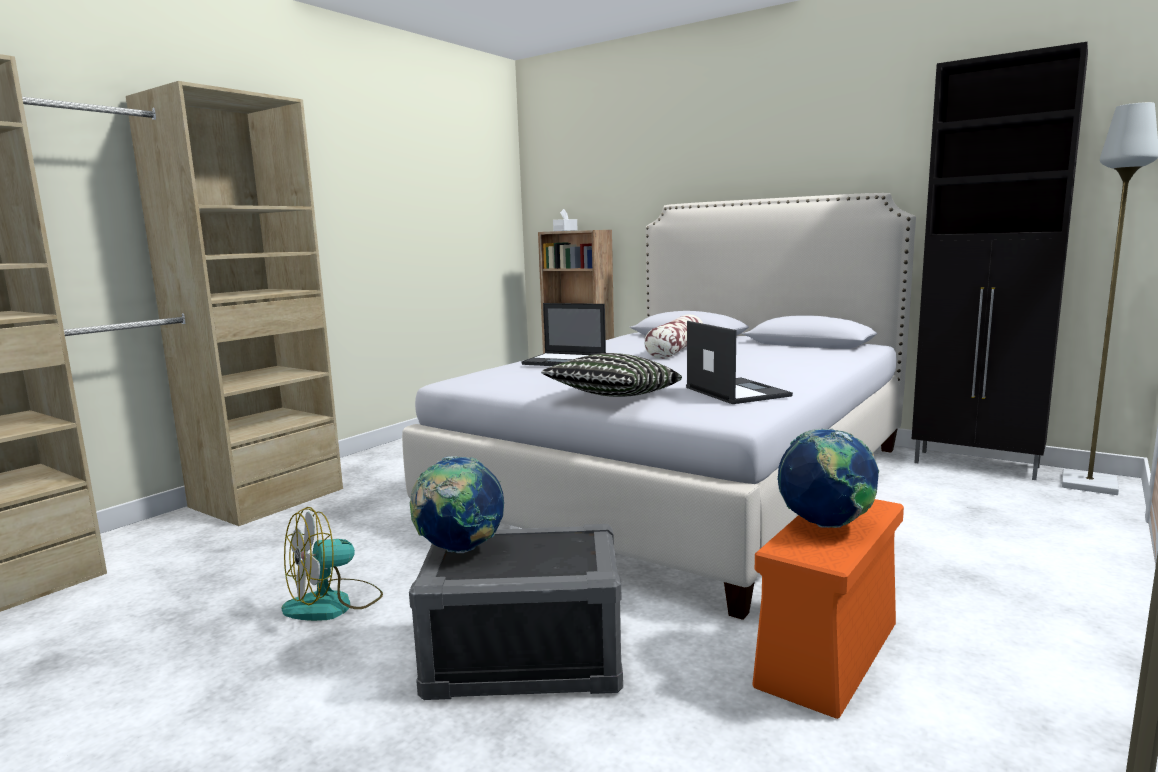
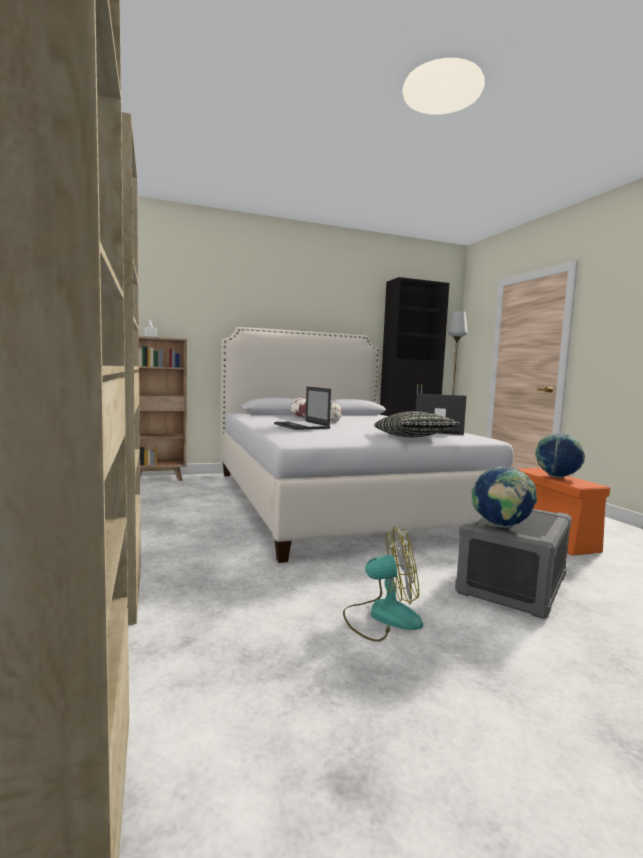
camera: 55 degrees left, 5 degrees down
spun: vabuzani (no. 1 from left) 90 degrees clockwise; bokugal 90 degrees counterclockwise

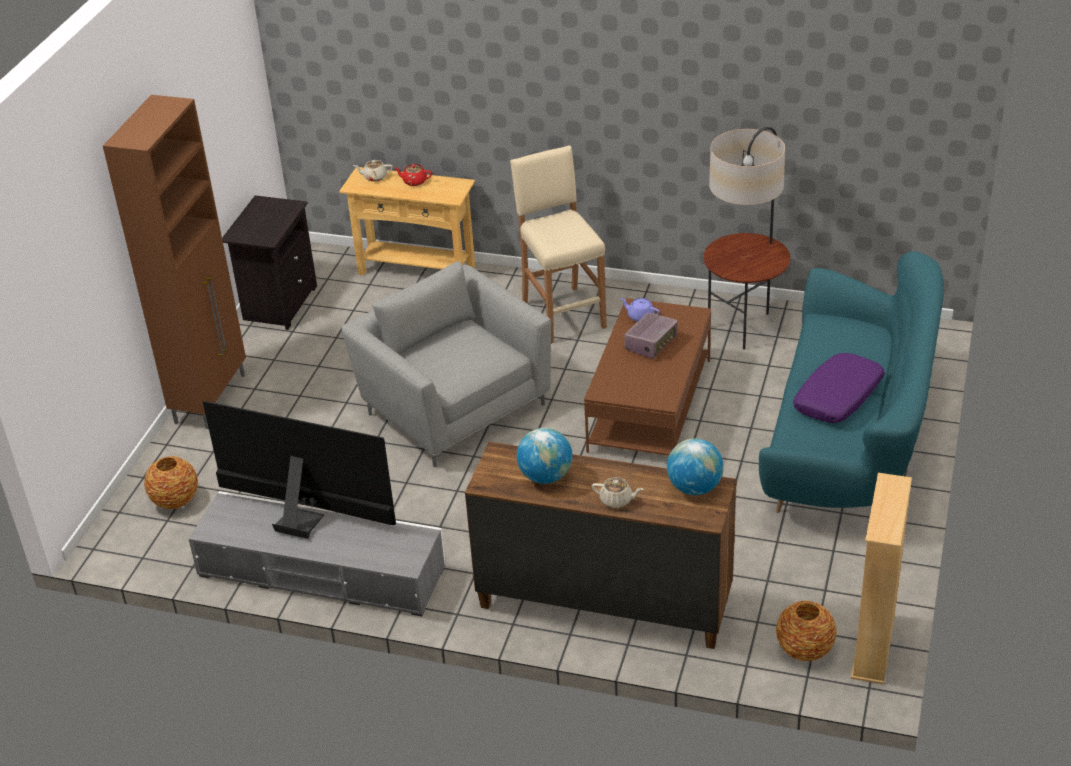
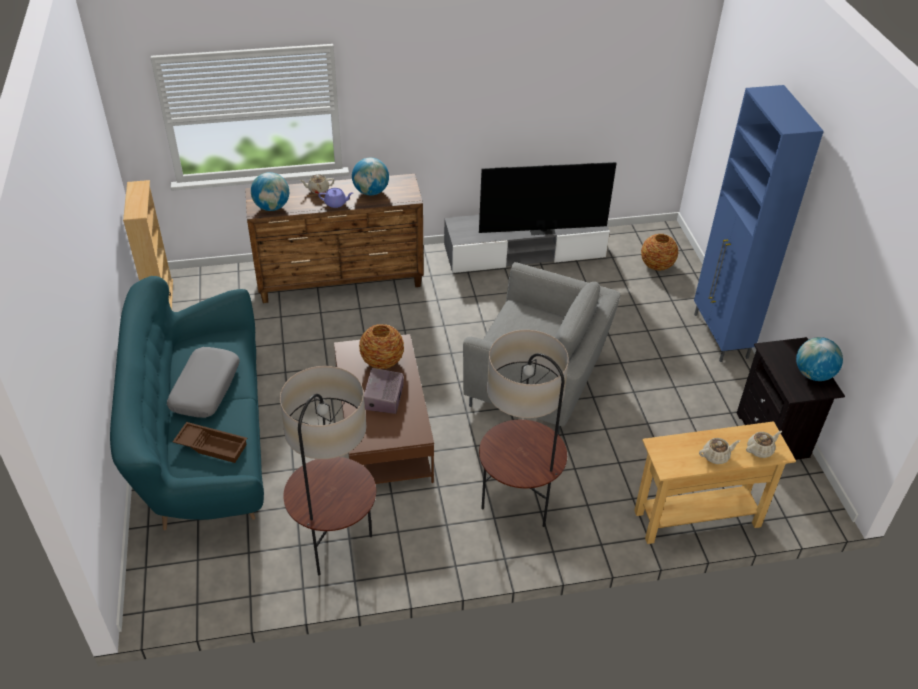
camera: 150 degrees right, 5 degrees up
appeared: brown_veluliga; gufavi (no. 3 from left)
relocated: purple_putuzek; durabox (no. 2 from left in the first image) to durabox (no. 1 from left)
exchanged: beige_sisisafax to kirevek (no. 2 from left)
colour: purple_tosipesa to grey_tosipesa; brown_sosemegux to blue_sosemegux; red_putuzek to beige_putuzek (no. 2 from left)

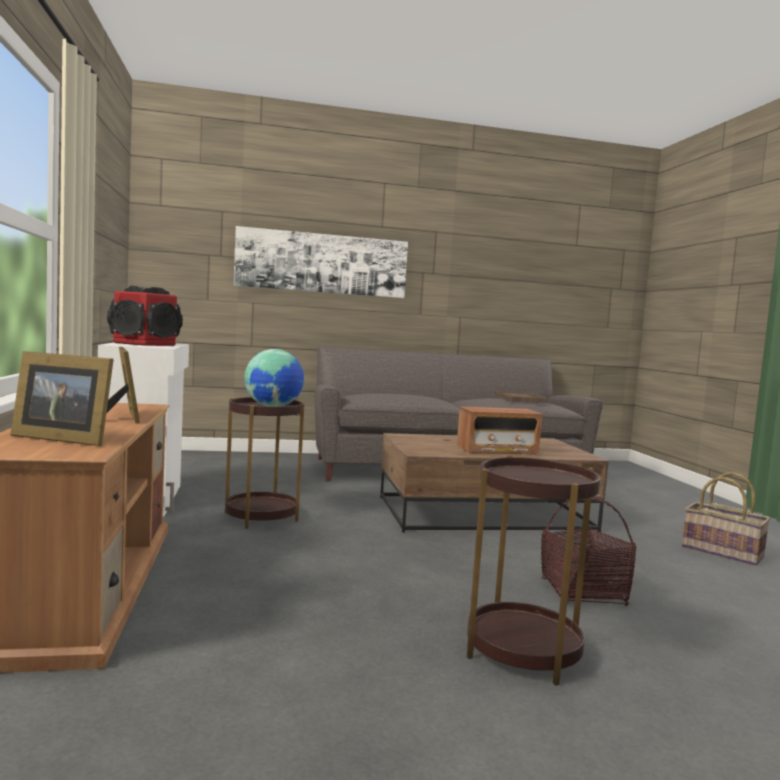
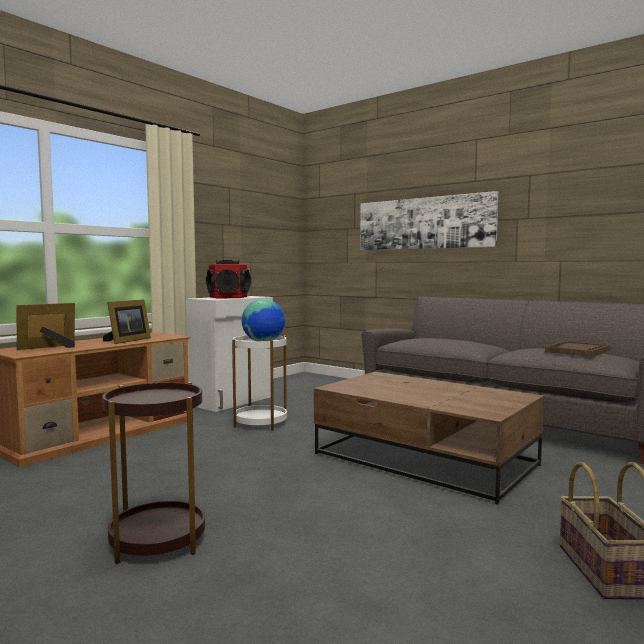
camera: 50 degrees right, 0 degrees up
missing: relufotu; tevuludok (no. 1 from left)
colour: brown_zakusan (no. 1 from left) to white_zakusan
spun: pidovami (no. 1 from left) 75 degrees clockwise

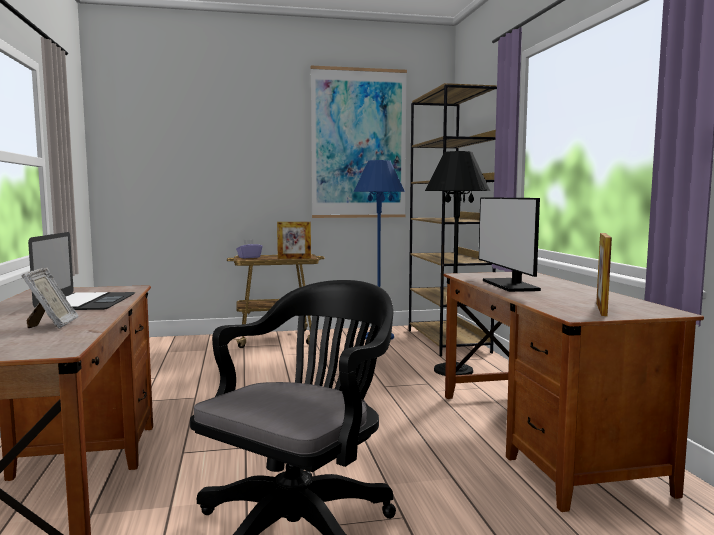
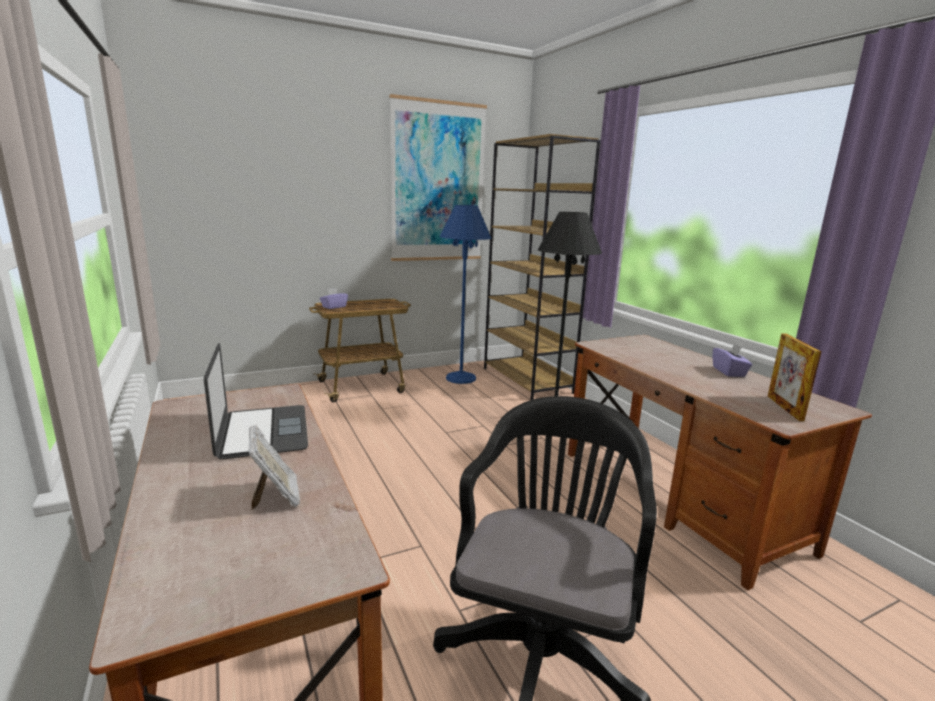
camera: 15 degrees left, 10 degrees up
missing: pidovami (no. 2 from left); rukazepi
appeared: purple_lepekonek (no. 2 from left)

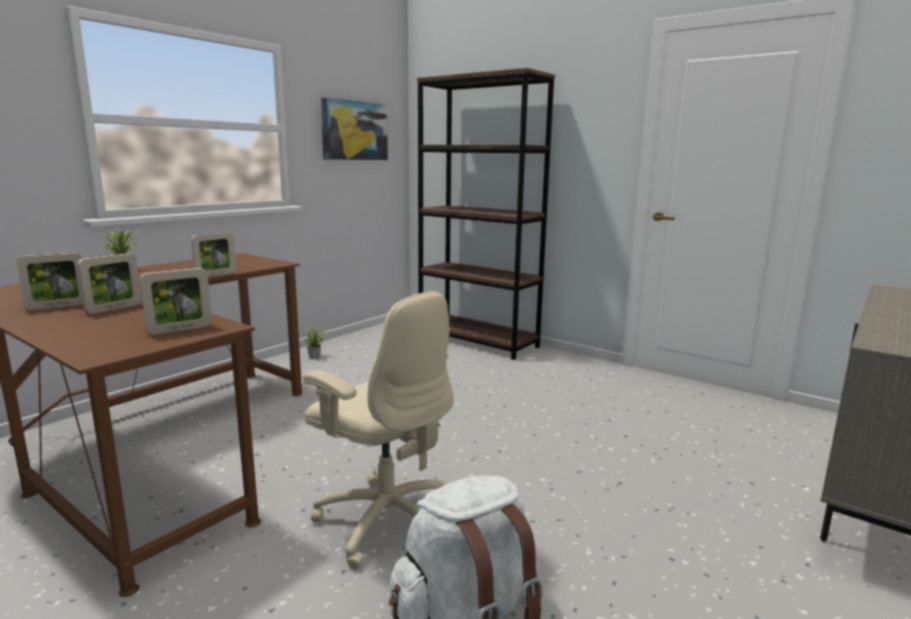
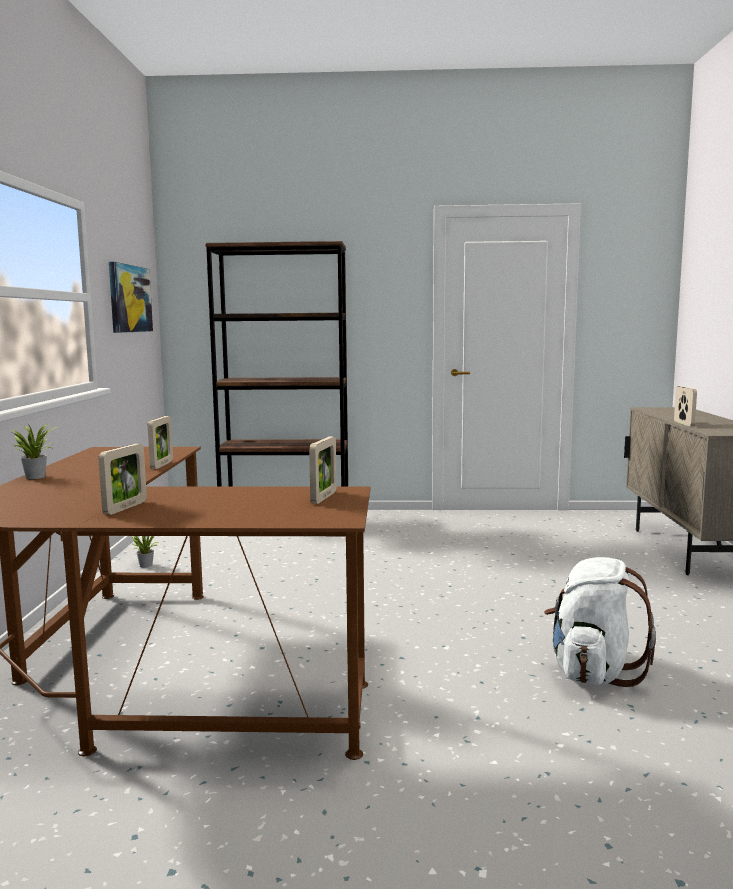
camera: 35 degrees left, 5 degrees down
missing: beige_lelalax
relocated: pidovami (no. 2 from left in the first image) to pidovami (no. 4 from left)

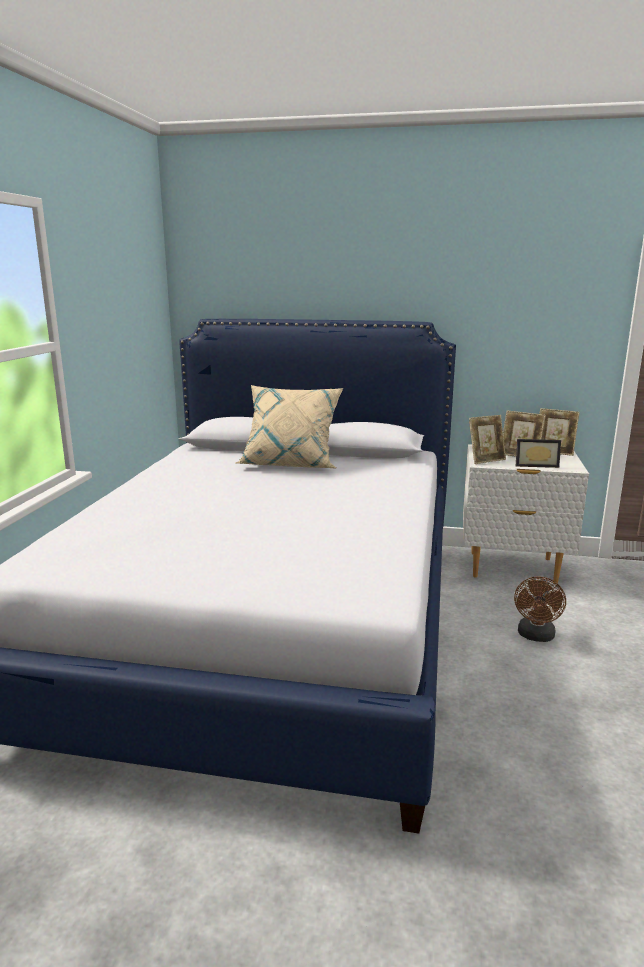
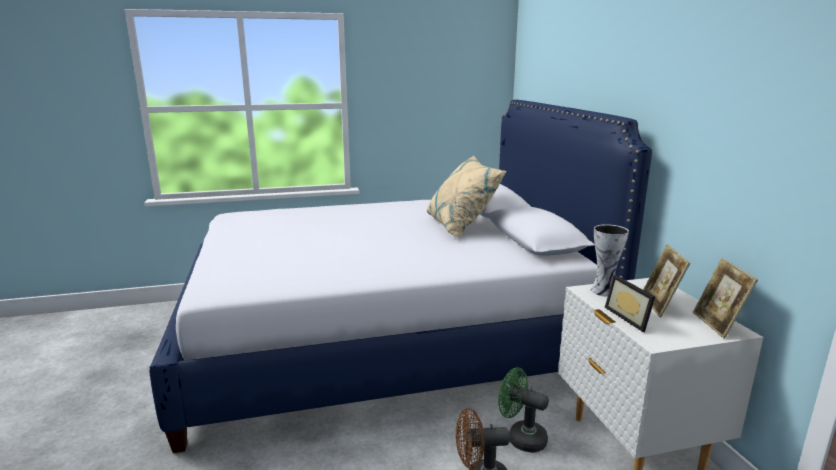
camera: 65 degrees right, 0 degrees up
appeared: green_bokugal
exchanged: pidovami (no. 1 from left) to durabox

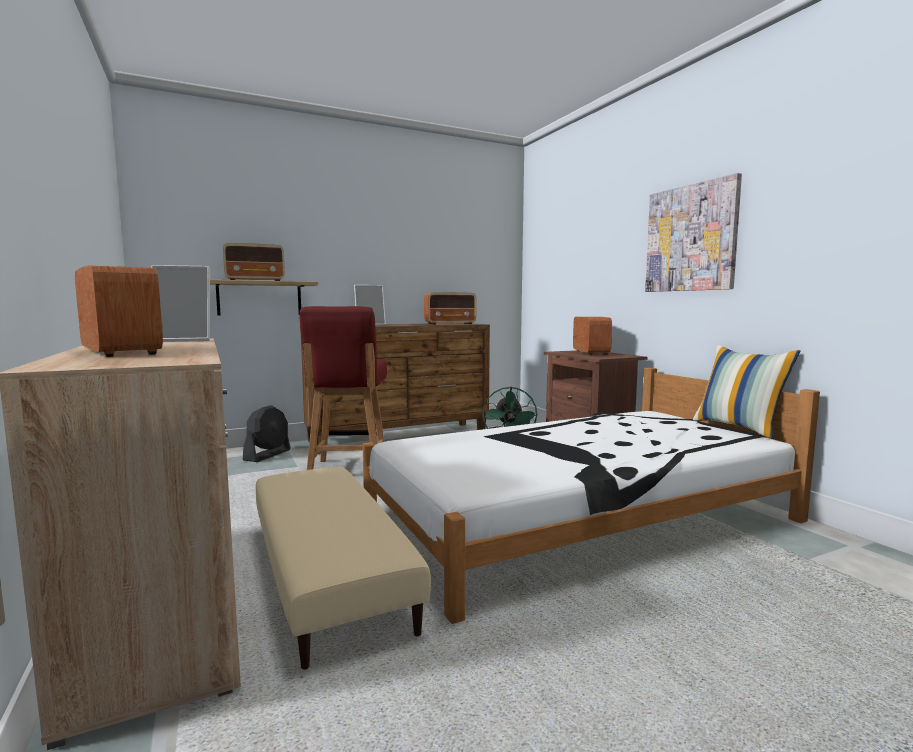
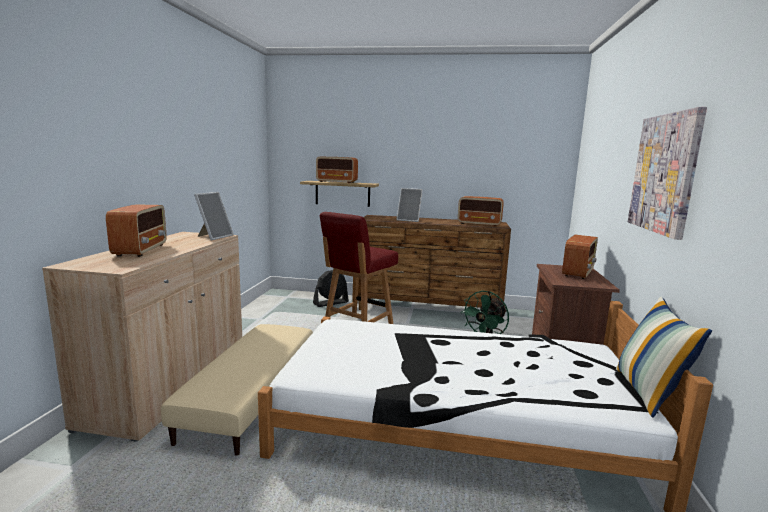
camera: 35 degrees right, 5 degrees up
spun: pidovami (no. 1 from left) 90 degrees counterclockwise

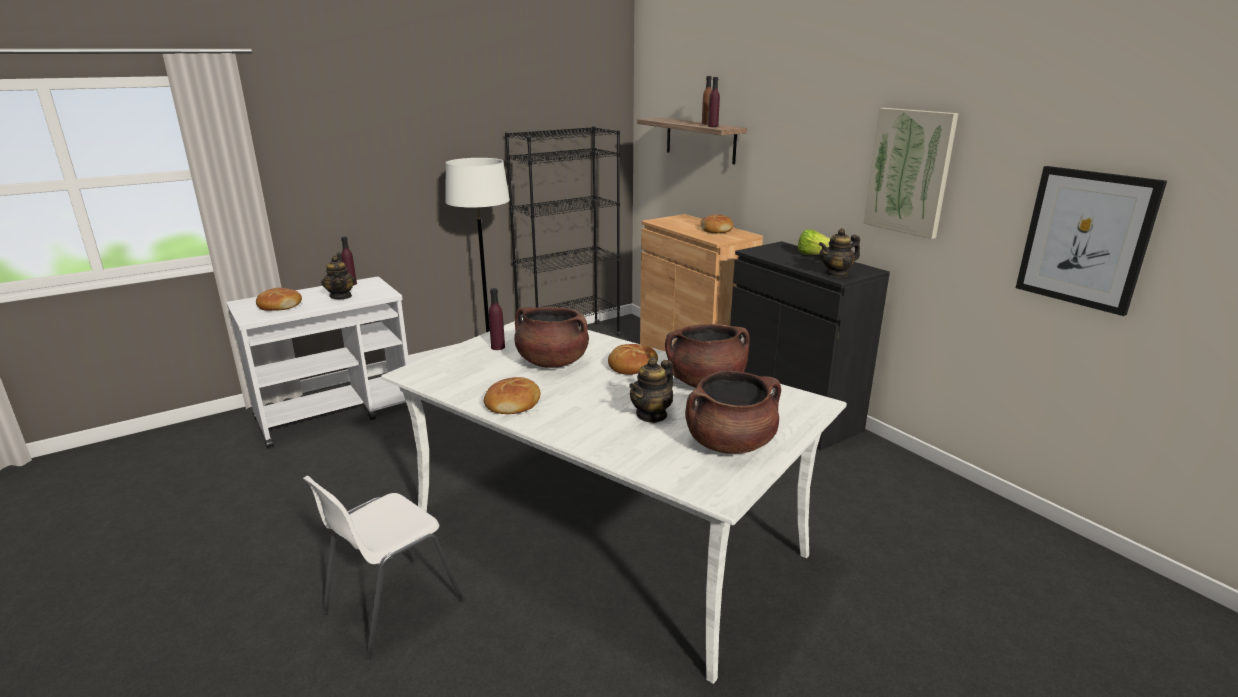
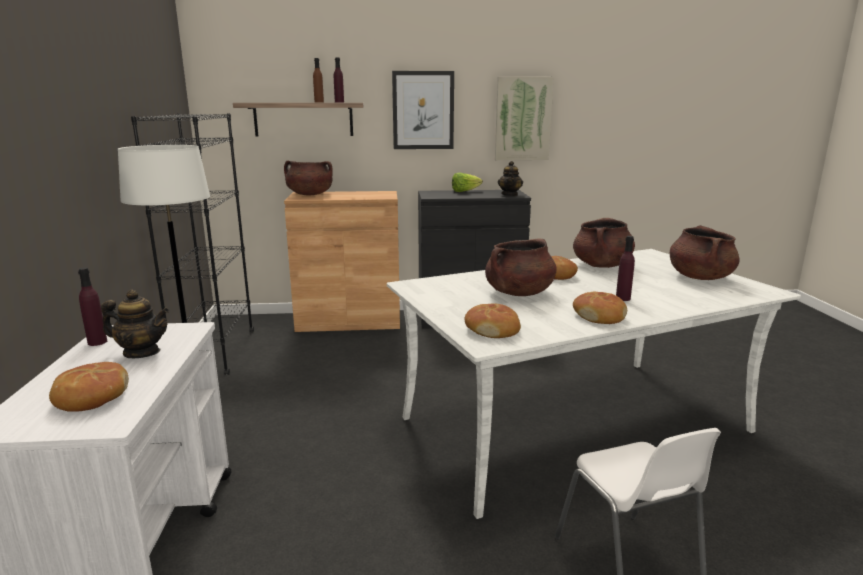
camera: 60 degrees left, 5 degrees down
missing: putuzek (no. 2 from left)
appeared: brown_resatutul (no. 1 from left)
relocated: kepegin (no. 2 from left in the first image) to kepegin (no. 1 from left); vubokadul (no. 4 from left in the first image) to vubokadul (no. 2 from left); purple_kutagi (no. 2 from left in the first image) to purple_kutagi (no. 3 from left)

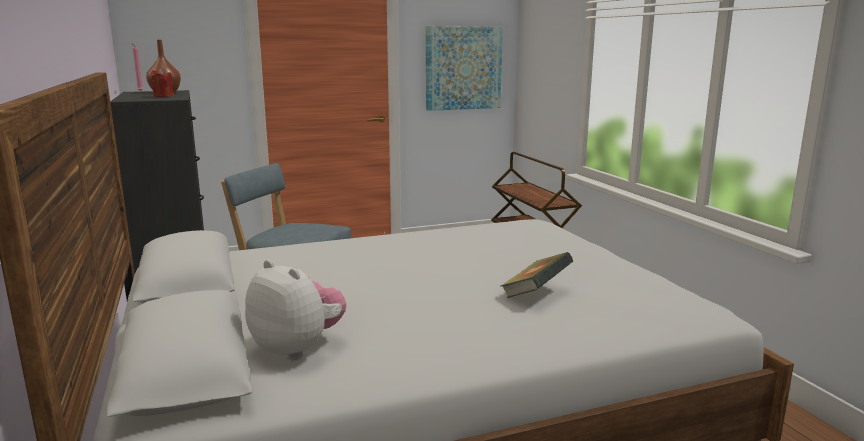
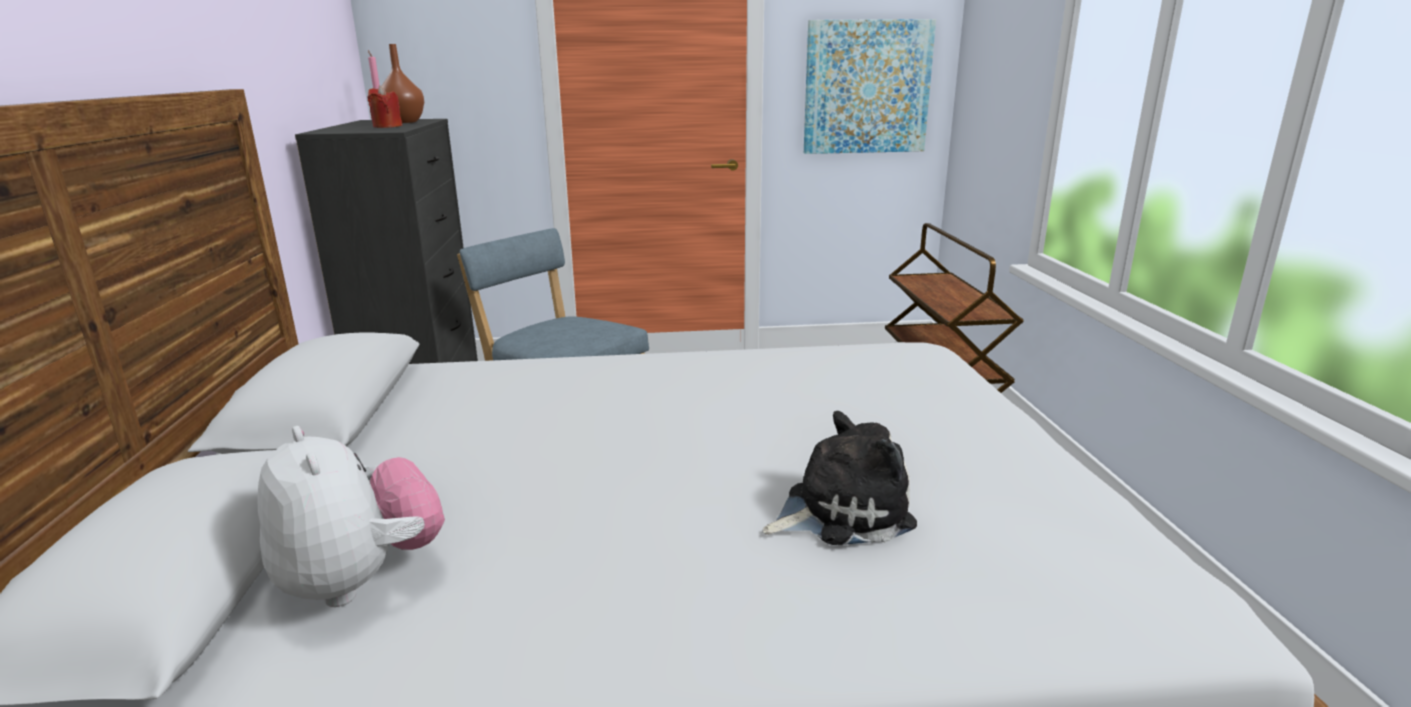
camera: 15 degrees right, 5 degrees up
exchanged: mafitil to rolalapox (no. 2 from left)

